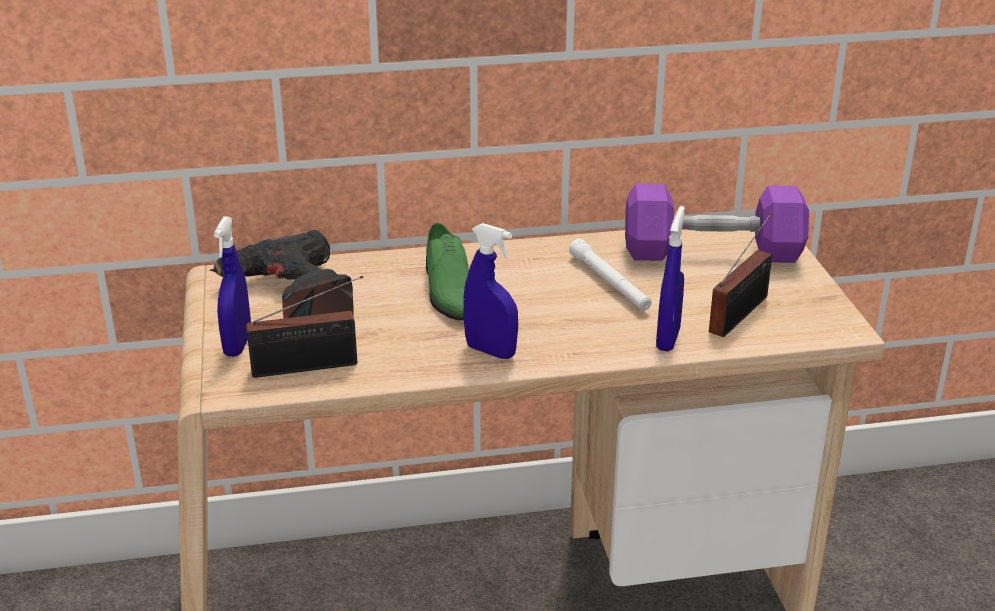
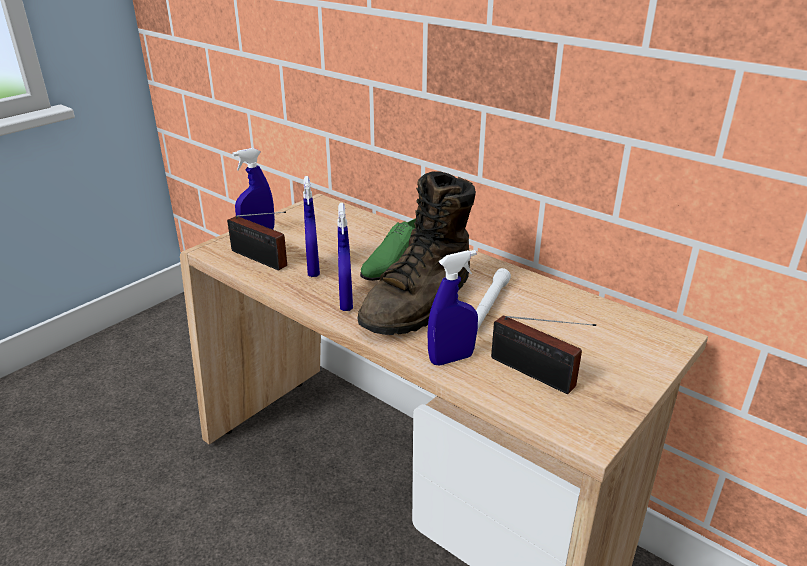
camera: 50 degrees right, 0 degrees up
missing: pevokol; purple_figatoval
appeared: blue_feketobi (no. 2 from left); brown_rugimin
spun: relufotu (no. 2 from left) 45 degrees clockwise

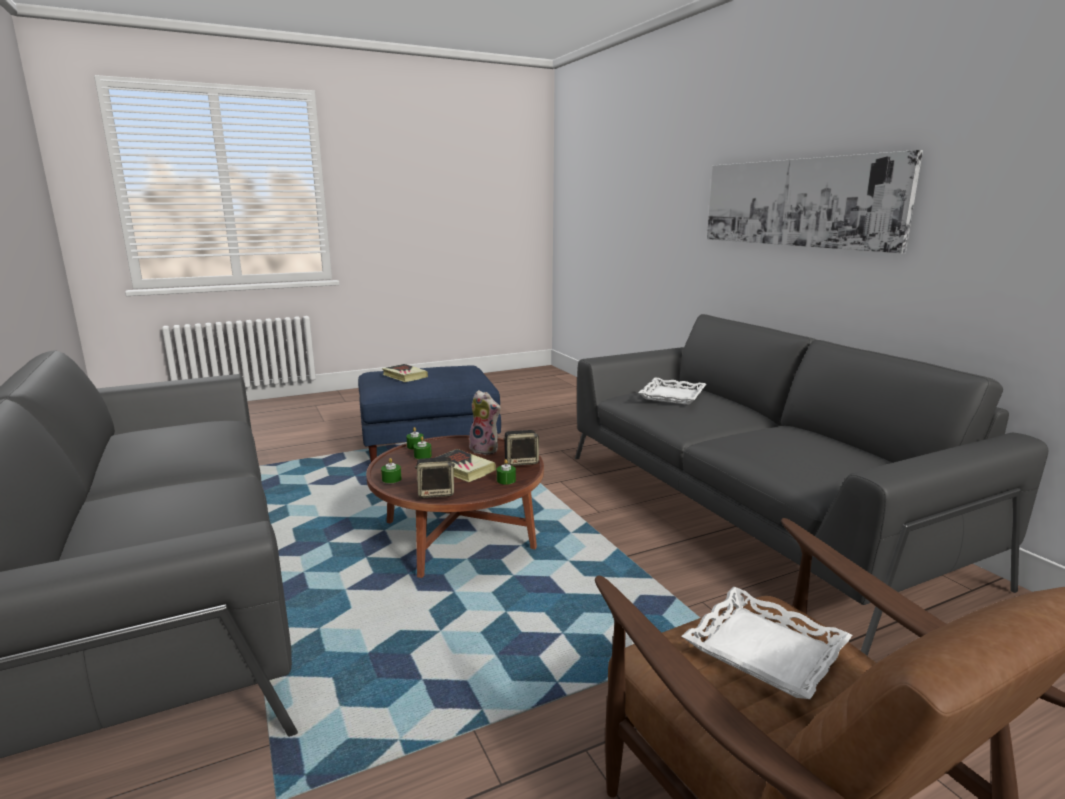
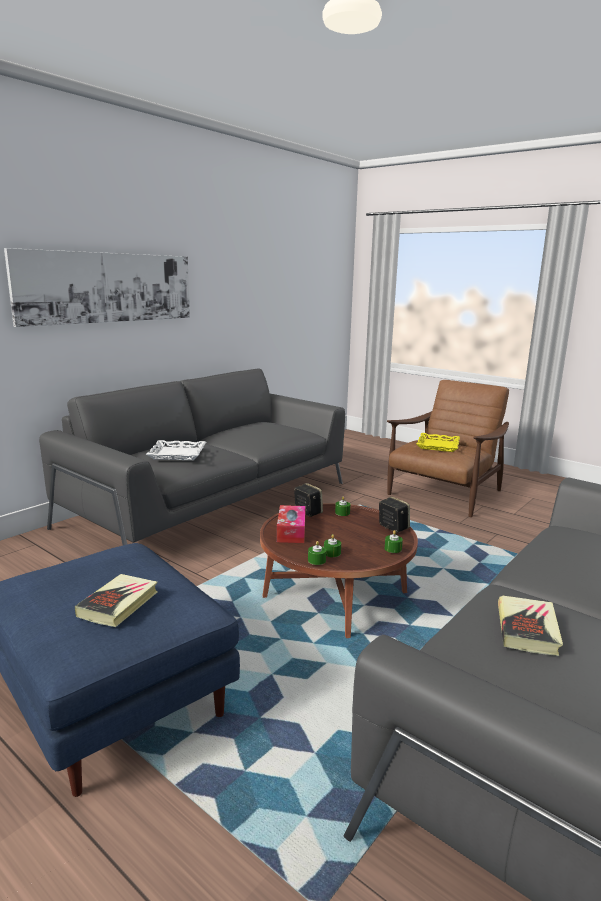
camera: 115 degrees left, 0 degrees up
relocated: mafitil (no. 2 from left)
exchanged: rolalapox to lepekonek
colour: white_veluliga (no. 2 from left) to yellow_veluliga

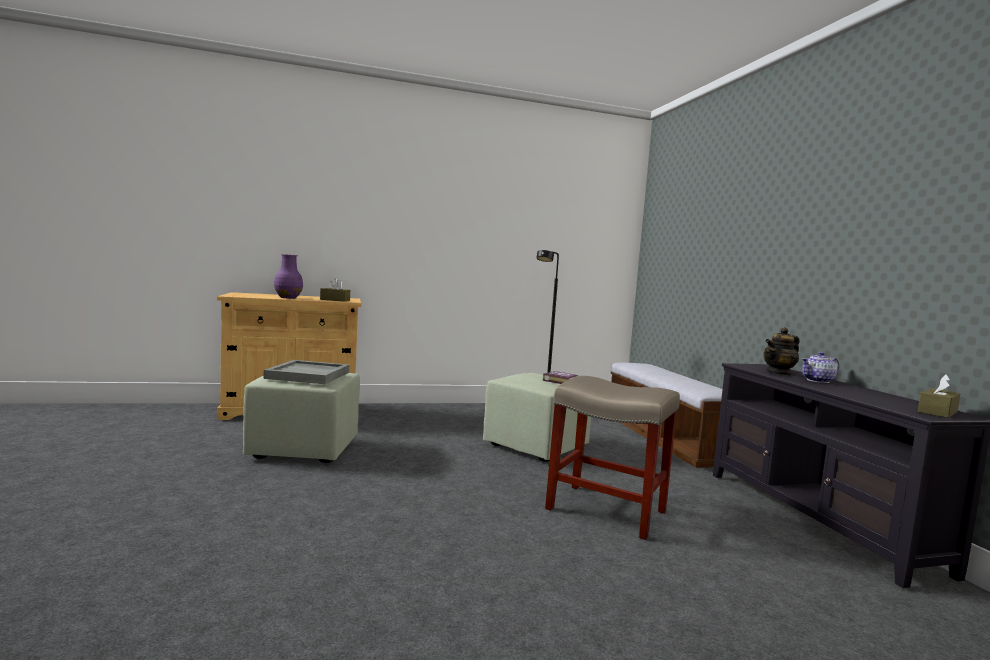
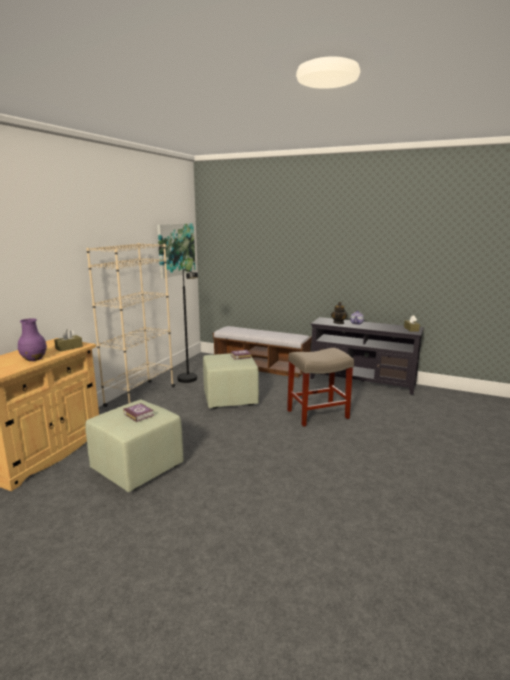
camera: 50 degrees left, 10 degrees up
appeared: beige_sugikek; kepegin
exchanged: grey_veluliga to mafitil (no. 1 from left)

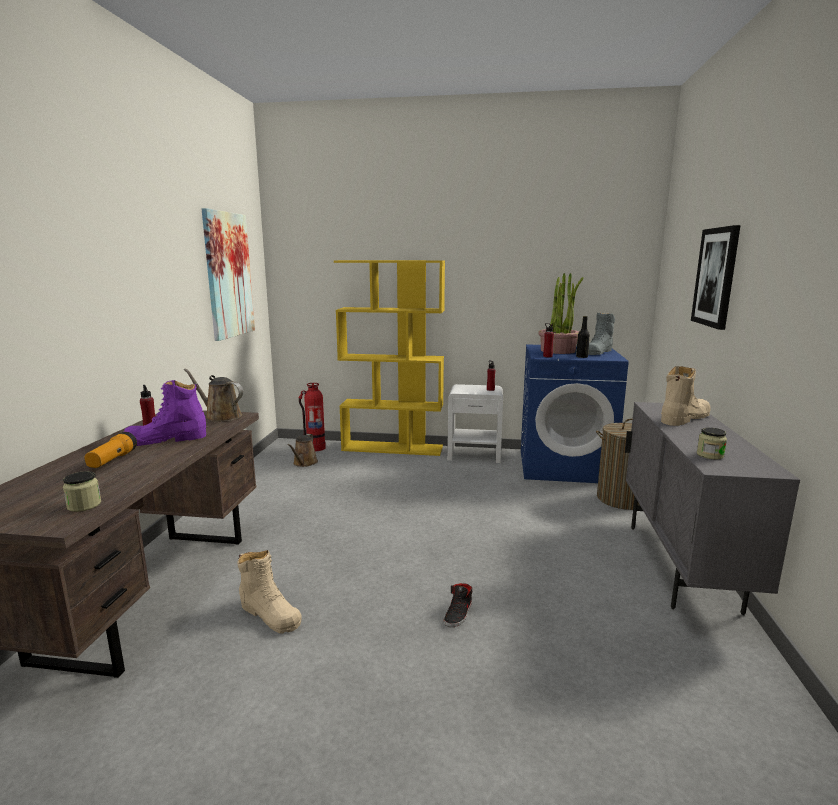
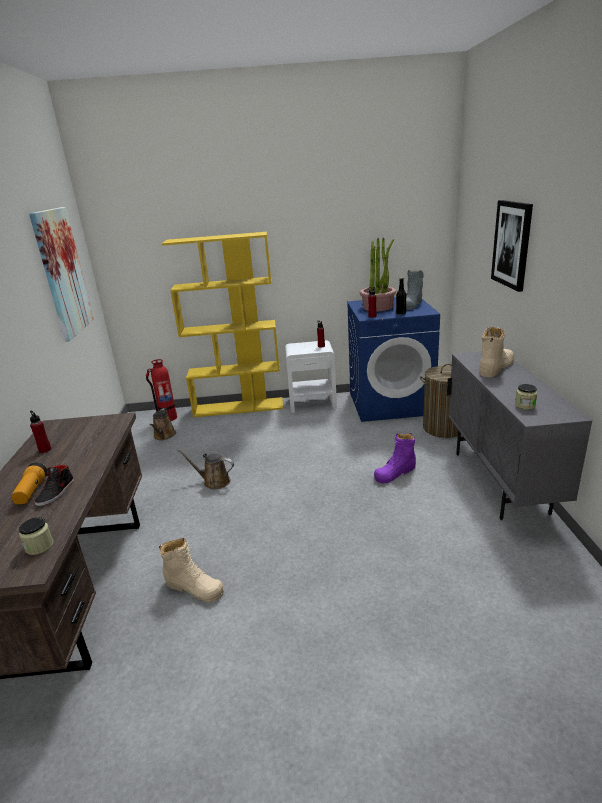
camera: 10 degrees left, 10 degrees up
relocated: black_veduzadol; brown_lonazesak (no. 1 from left in the first image) to brown_lonazesak (no. 2 from left); purple_rugimin

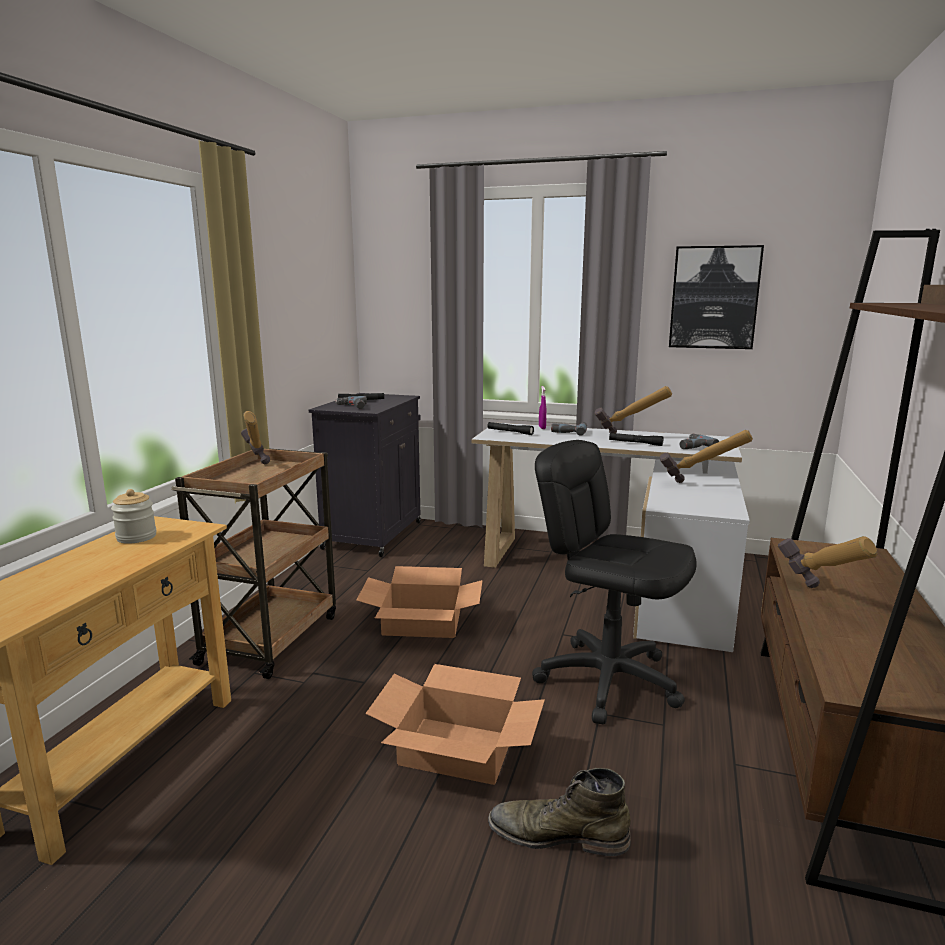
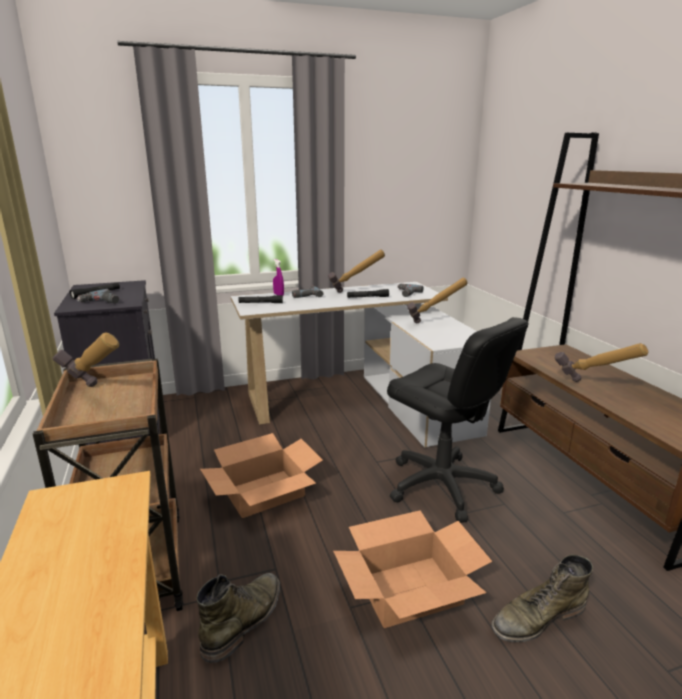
camera: 35 degrees left, 5 degrees up
missing: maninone; kepegin
appeared: green_rugimin (no. 1 from left)
spun: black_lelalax 135 degrees counterclockwise

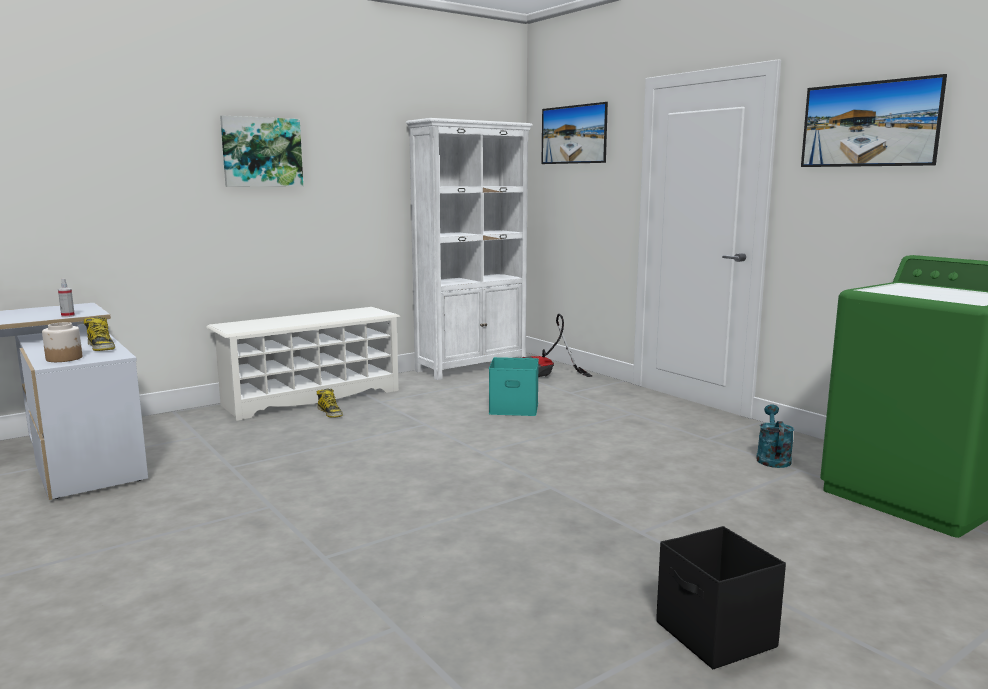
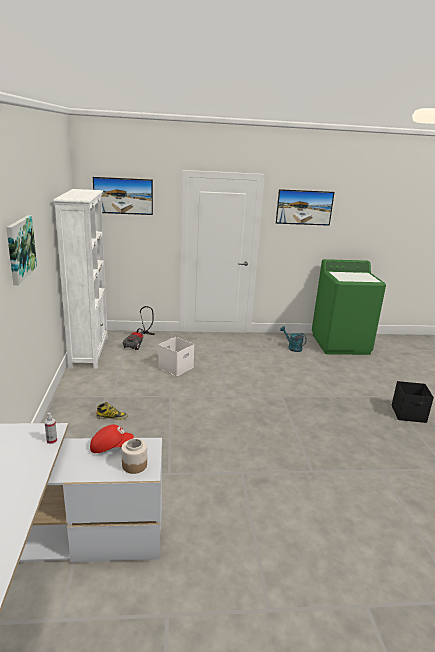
camera: 60 degrees left, 10 degrees up
missing: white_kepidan
exchanged: rugimin (no. 1 from left) to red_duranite
colour: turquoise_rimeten to white_rimeten

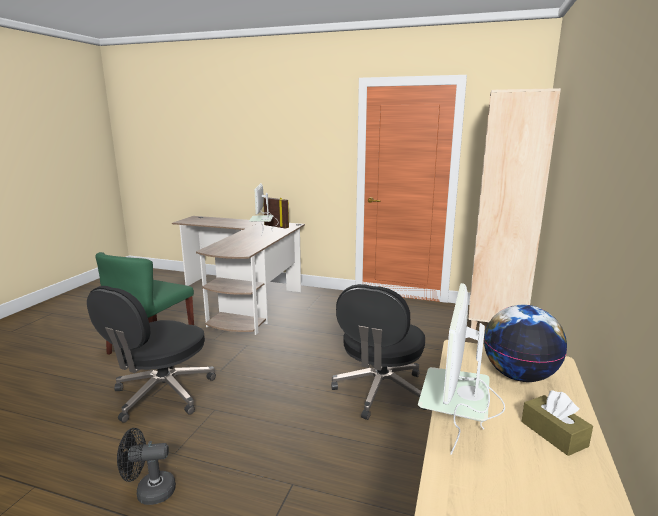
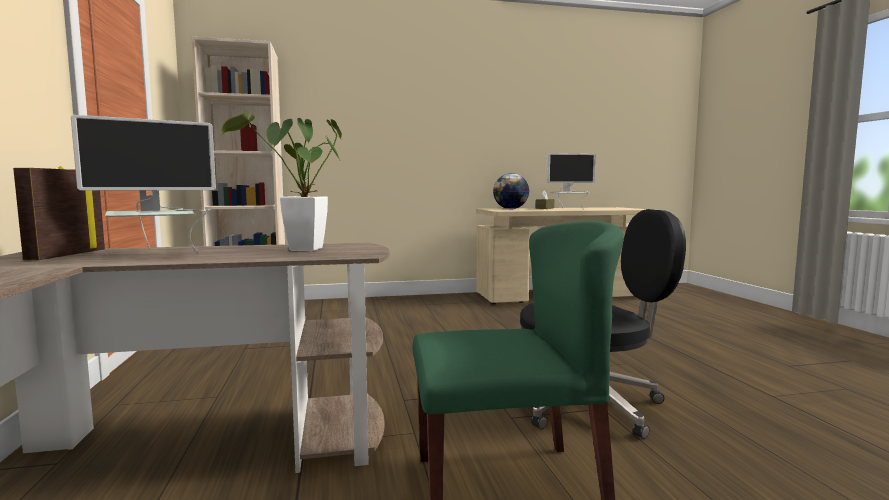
camera: 120 degrees left, 10 degrees down
missing: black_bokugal; black_lelalax (no. 2 from left)
appeared: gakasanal

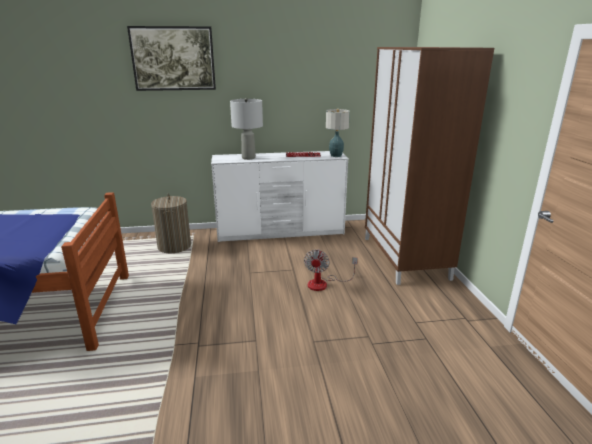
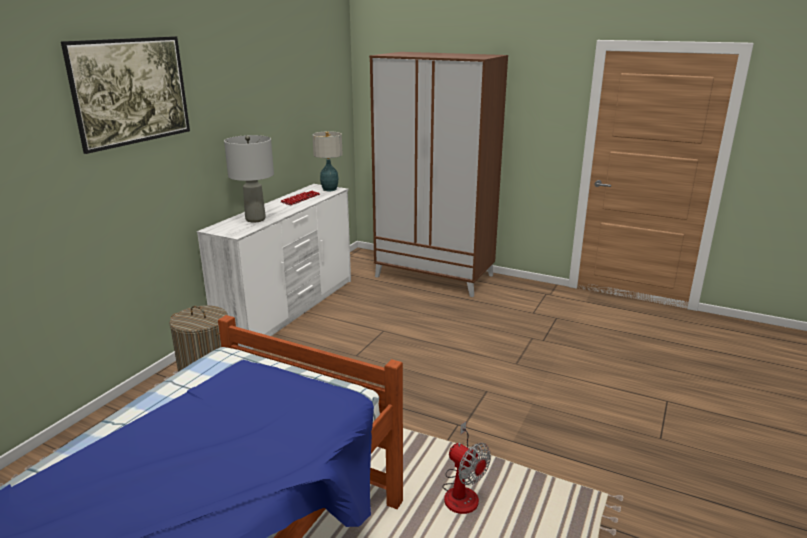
camera: 55 degrees left, 0 degrees up
relocated: bokugal

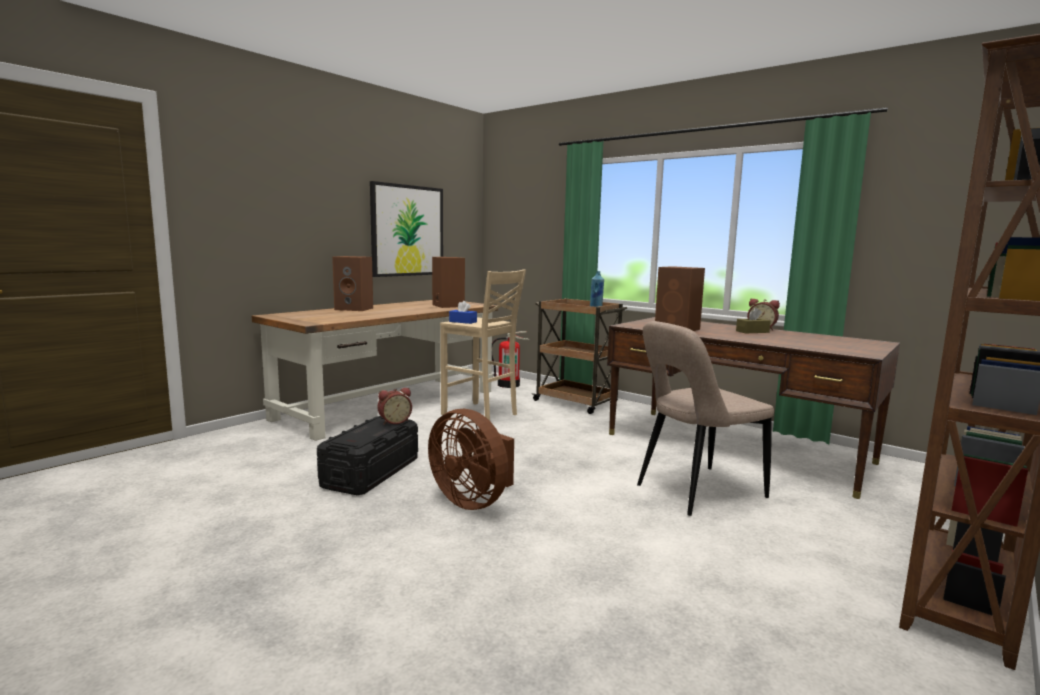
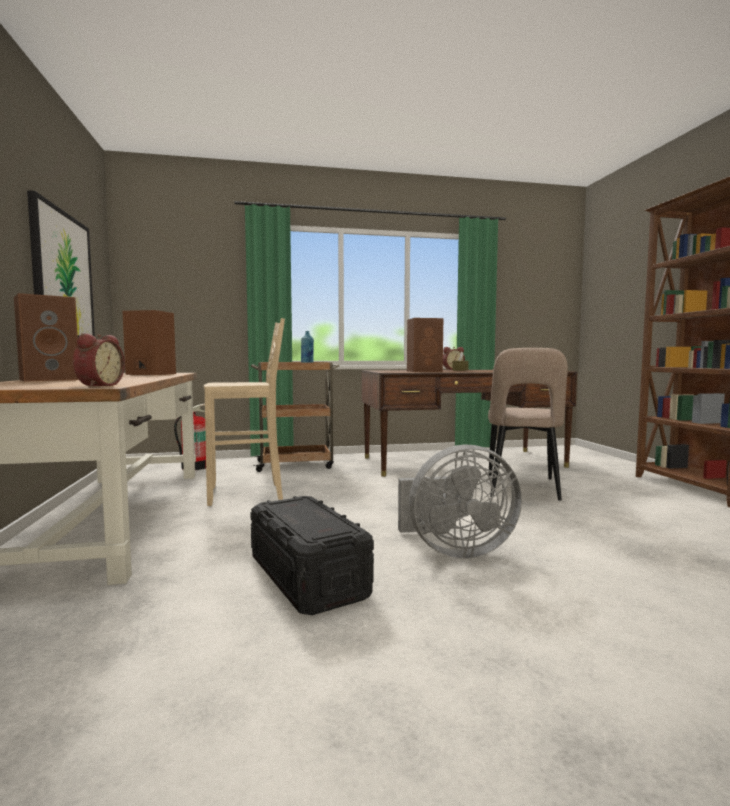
camera: 50 degrees left, 5 degrees down
missing: blue_lepekonek
relocated: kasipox (no. 1 from left)
colour: brown_bokugal to grey_bokugal

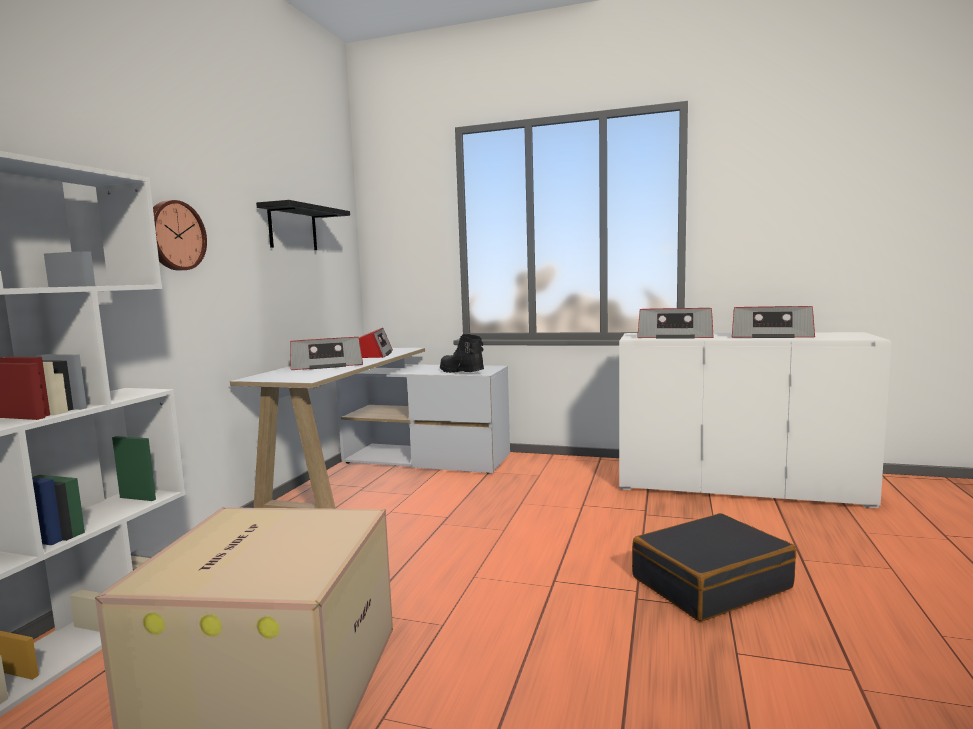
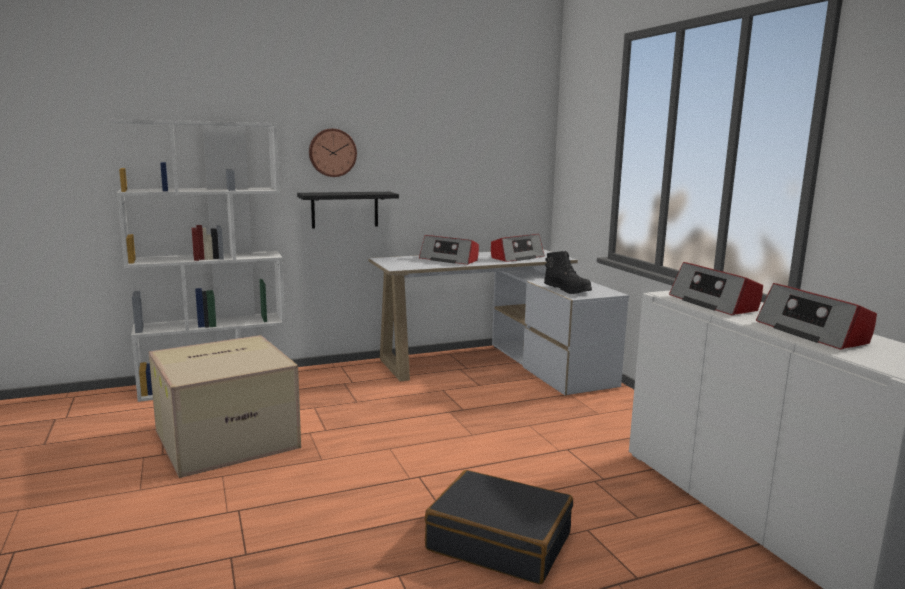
camera: 50 degrees right, 5 degrees up
relocated: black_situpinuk
spun: black_rugimin 135 degrees clockwise

